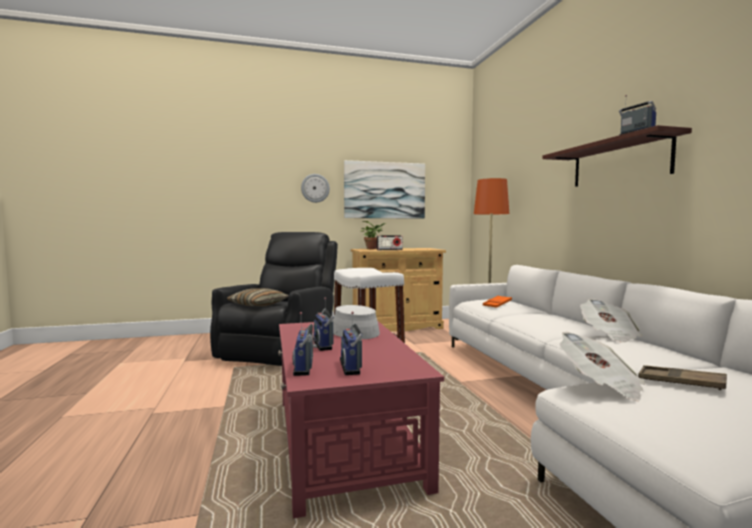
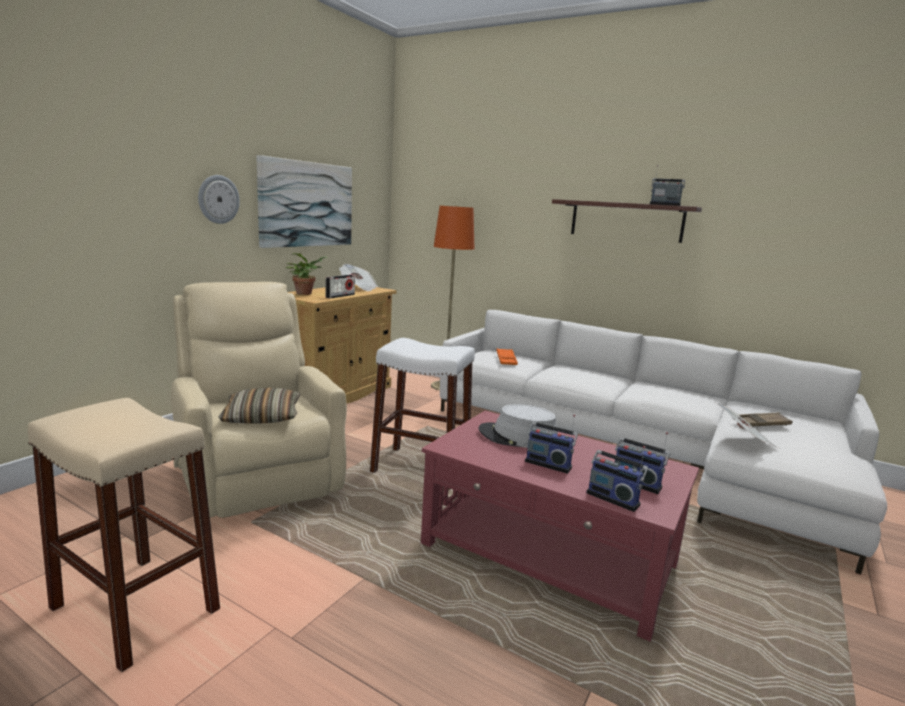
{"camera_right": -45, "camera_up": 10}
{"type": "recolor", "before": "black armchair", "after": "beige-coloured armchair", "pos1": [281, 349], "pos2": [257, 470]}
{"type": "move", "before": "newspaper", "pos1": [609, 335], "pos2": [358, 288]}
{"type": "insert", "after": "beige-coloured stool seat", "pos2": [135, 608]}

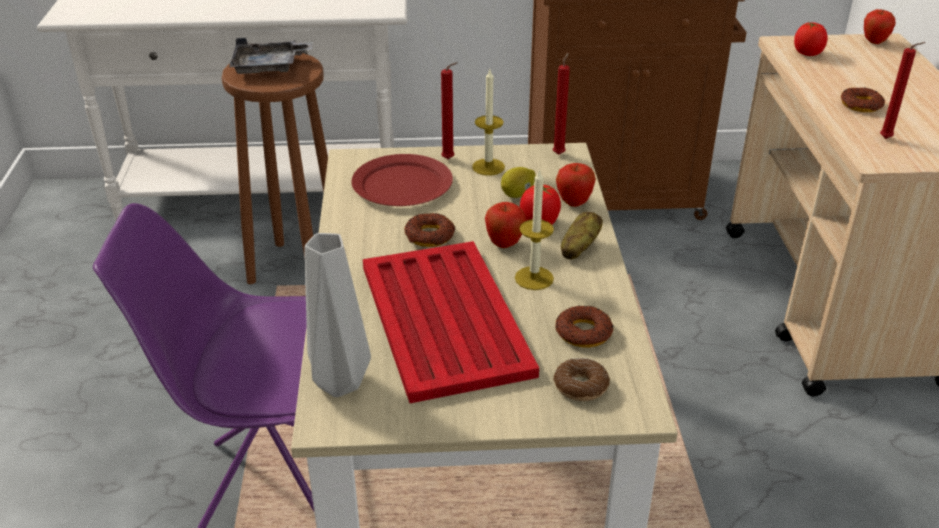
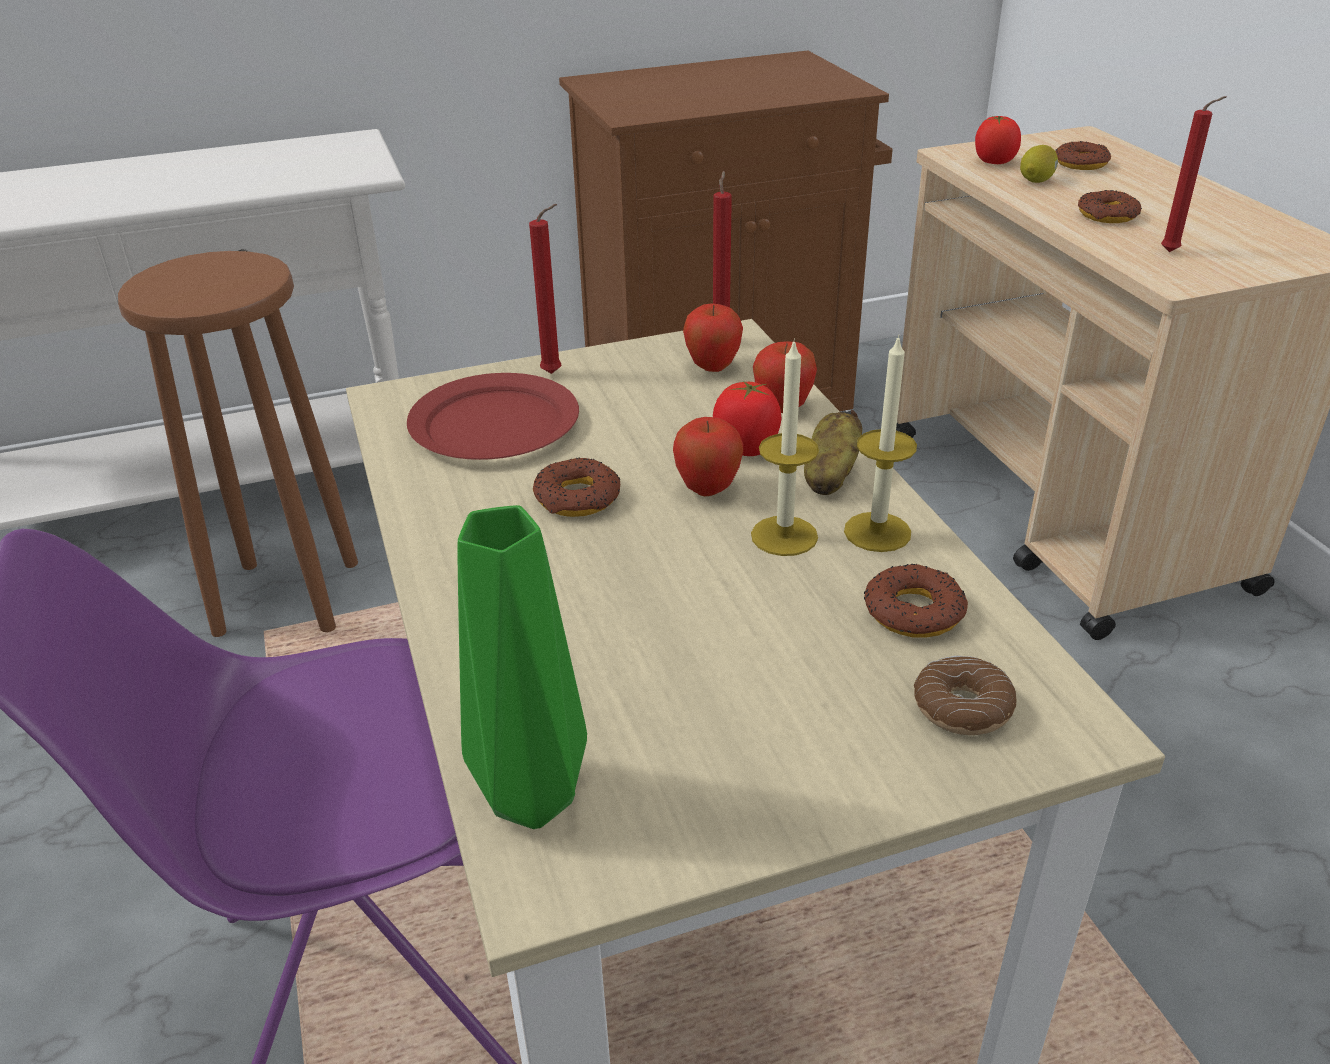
{"camera_right": -15, "camera_up": 0}
{"type": "move", "before": "whole apple", "pos1": [874, 42], "pos2": [712, 368]}
{"type": "delete", "before": "gray serving tray", "pos1": [269, 67]}
{"type": "move", "before": "wax light", "pos1": [488, 167], "pos2": [877, 532]}
{"type": "move", "before": "whole lemon", "pos1": [518, 194], "pos2": [1037, 180]}
{"type": "recolor", "before": "gray decorative vase", "after": "green-coloured decorative vase", "pos1": [341, 385], "pos2": [536, 801]}
{"type": "delete", "before": "red-coloured serving tray", "pos1": [444, 317]}
{"type": "insert", "after": "ring doughnut", "pos2": [1081, 163]}

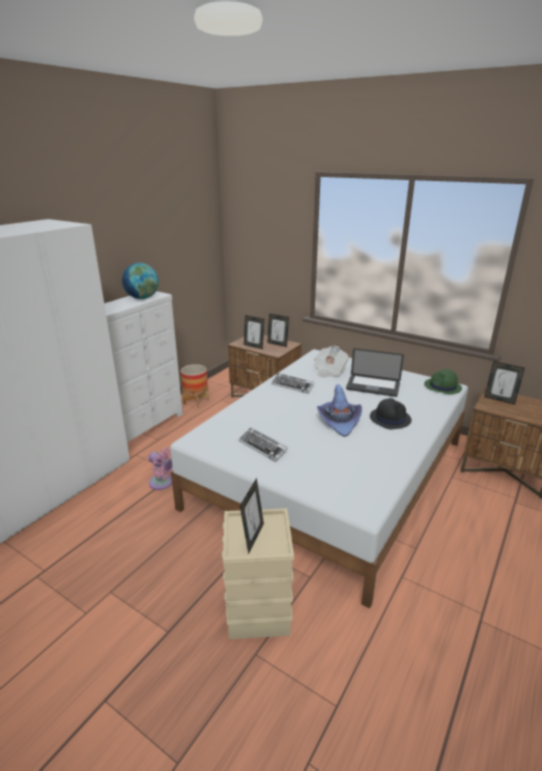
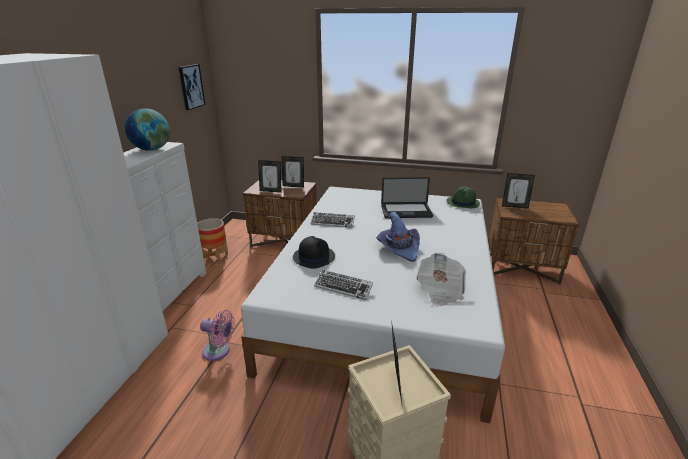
{"camera_right": -20, "camera_up": 0}
{"type": "move", "before": "newspaper", "pos1": [329, 371], "pos2": [440, 291]}
{"type": "move", "before": "black clothing hat", "pos1": [390, 418], "pos2": [314, 257]}
{"type": "insert", "after": "wall art", "pos2": [191, 86]}

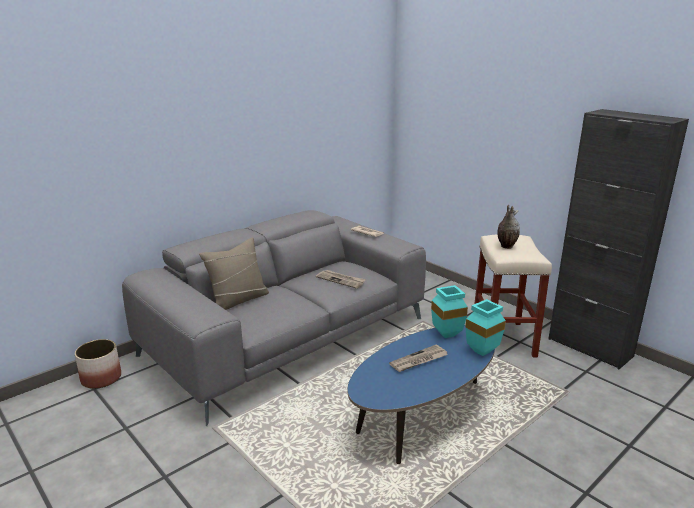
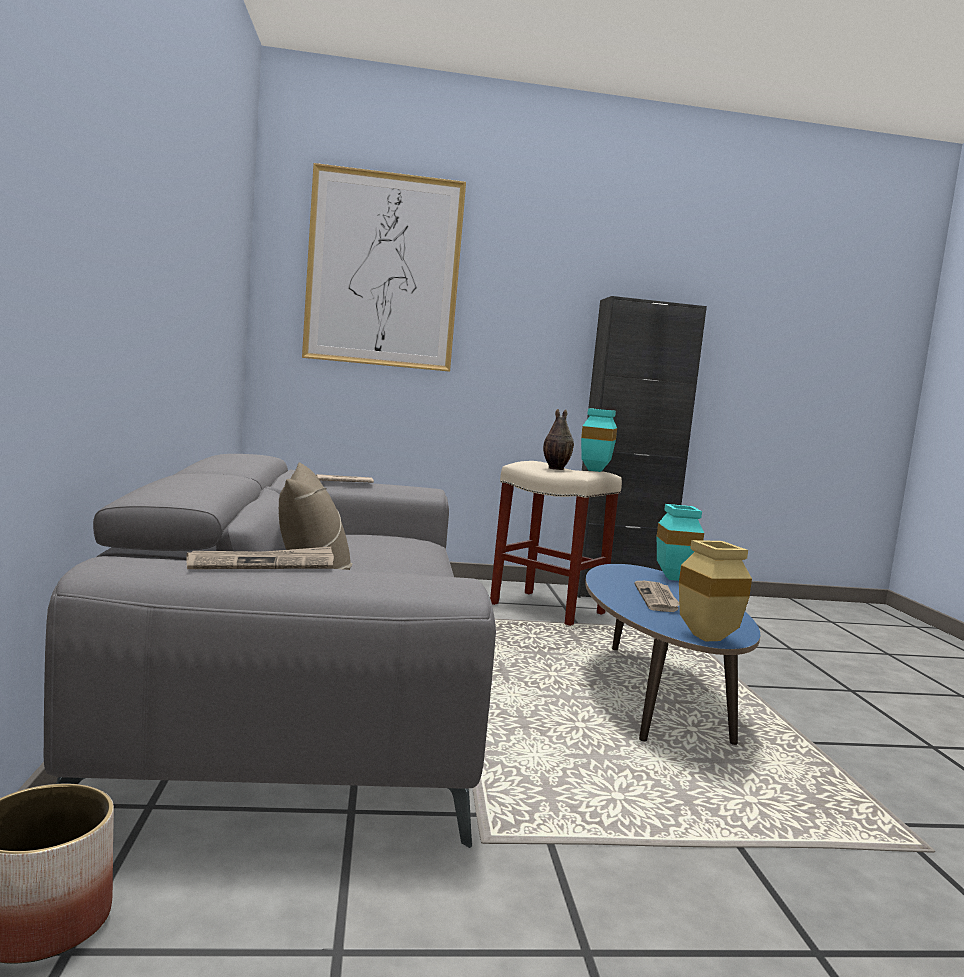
{"camera_right": -55, "camera_up": -15}
{"type": "move", "before": "newspaper", "pos1": [341, 280], "pos2": [262, 564]}
{"type": "move", "before": "turquoise-coloured decorative vase", "pos1": [446, 335], "pos2": [596, 471]}
{"type": "insert", "after": "wall art", "pos2": [383, 270]}
{"type": "insert", "after": "beige-coloured decorative vase", "pos2": [703, 636]}

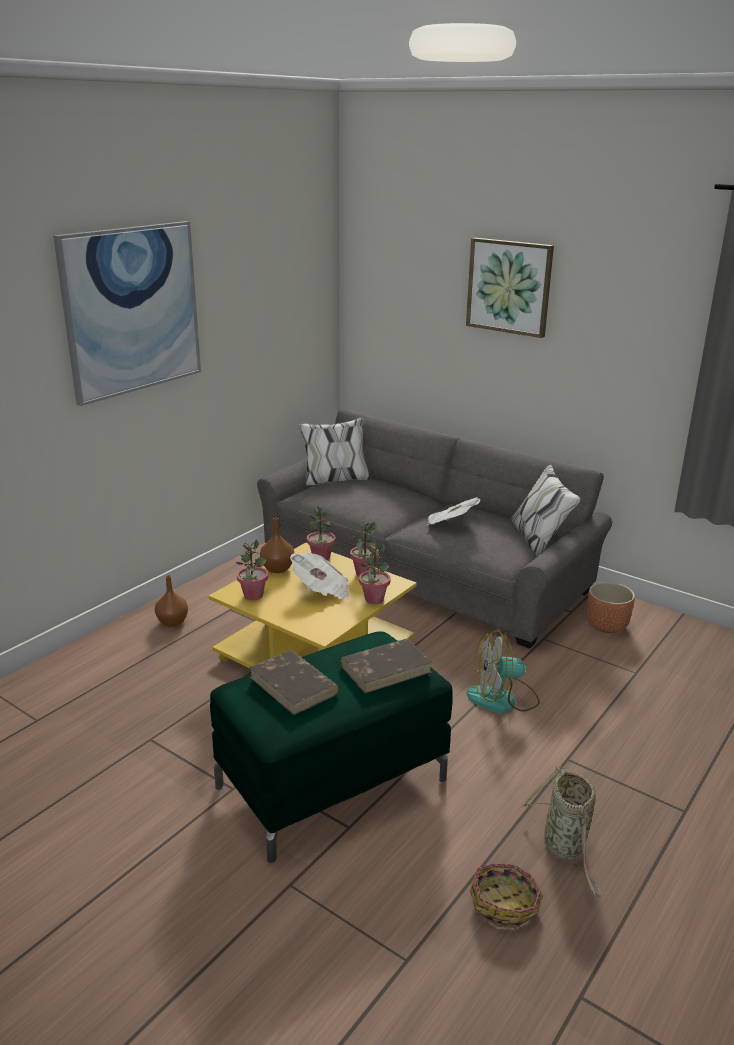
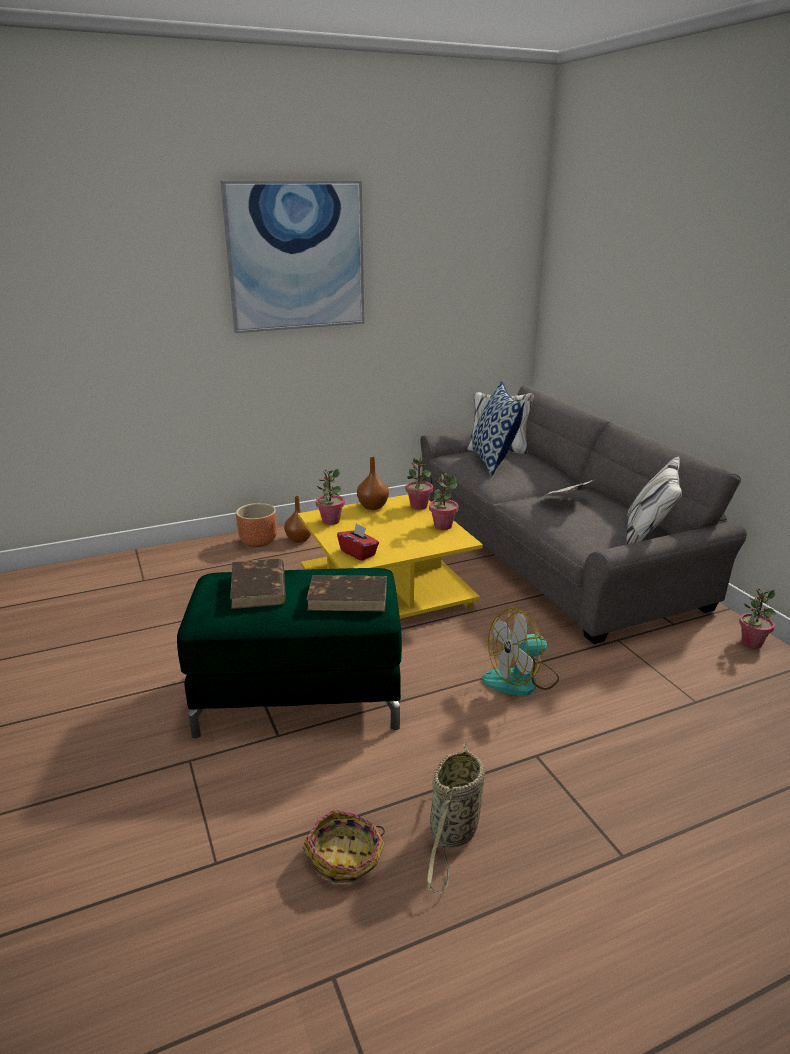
{"camera_right": 30, "camera_up": 0}
{"type": "delete", "before": "wall art", "pos1": [509, 286]}
{"type": "move", "before": "plant in a pot", "pos1": [374, 599], "pos2": [751, 642]}
{"type": "delete", "before": "newspaper", "pos1": [322, 590]}
{"type": "move", "before": "brown flower pot", "pos1": [606, 625], "pos2": [258, 541]}
{"type": "rotate", "before": "electric fan", "pos1": [503, 699], "pos2": [521, 680], "turn": -45}
{"type": "insert", "after": "pillow", "pos2": [494, 462]}
{"type": "insert", "after": "red-coloured tissue holder", "pos2": [358, 553]}

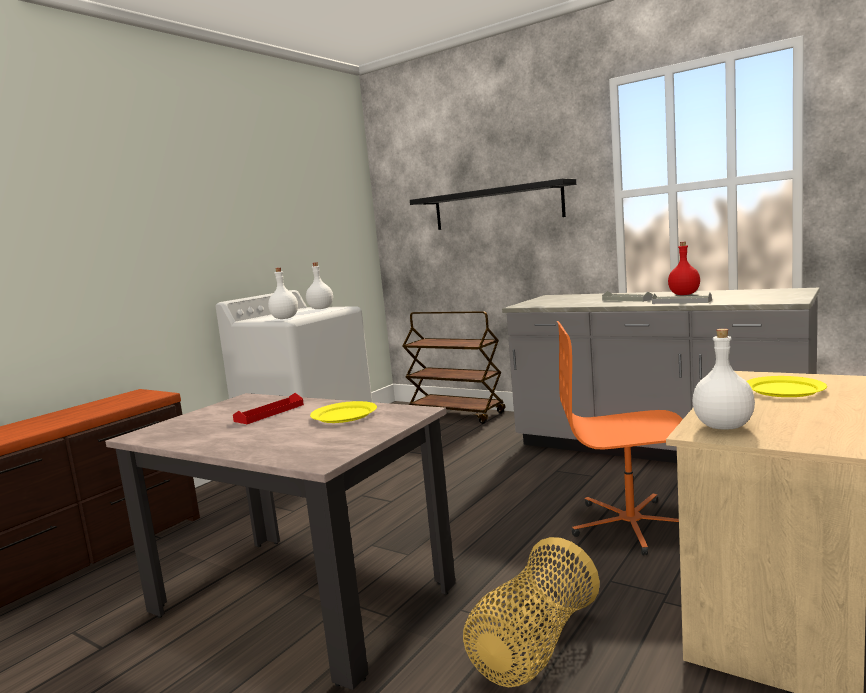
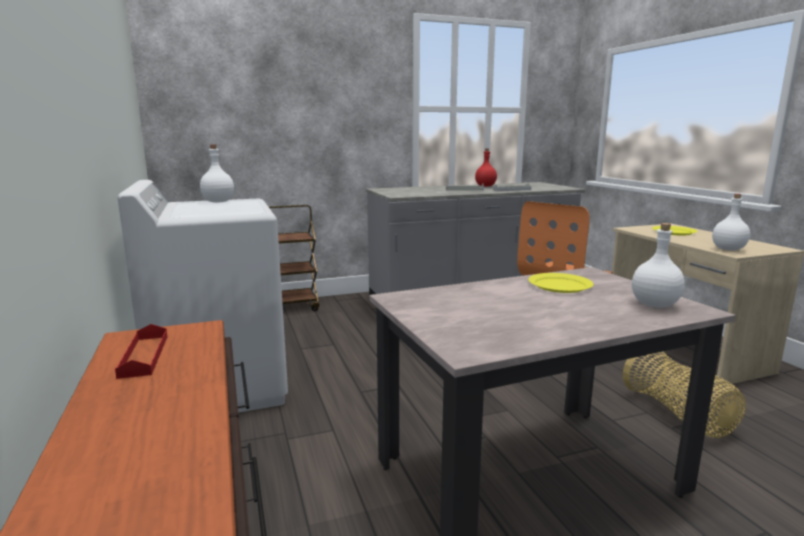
{"camera_right": -55, "camera_up": 5}
{"type": "delete", "before": "black shelf", "pos1": [496, 207]}
{"type": "move", "before": "whitish beverage bottle", "pos1": [284, 318], "pos2": [655, 305]}
{"type": "move", "before": "red-coloured serving tray", "pos1": [269, 413], "pos2": [144, 355]}

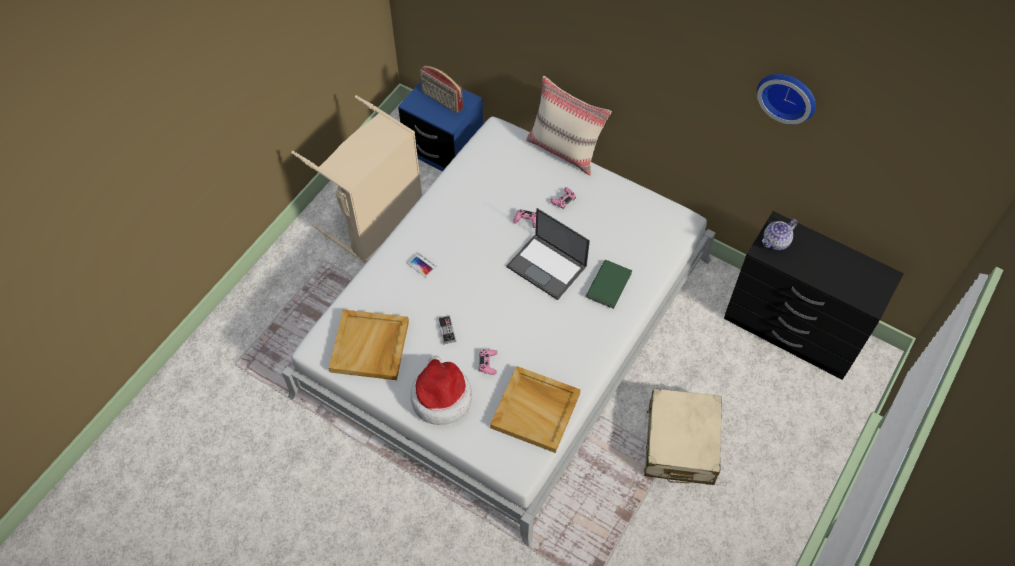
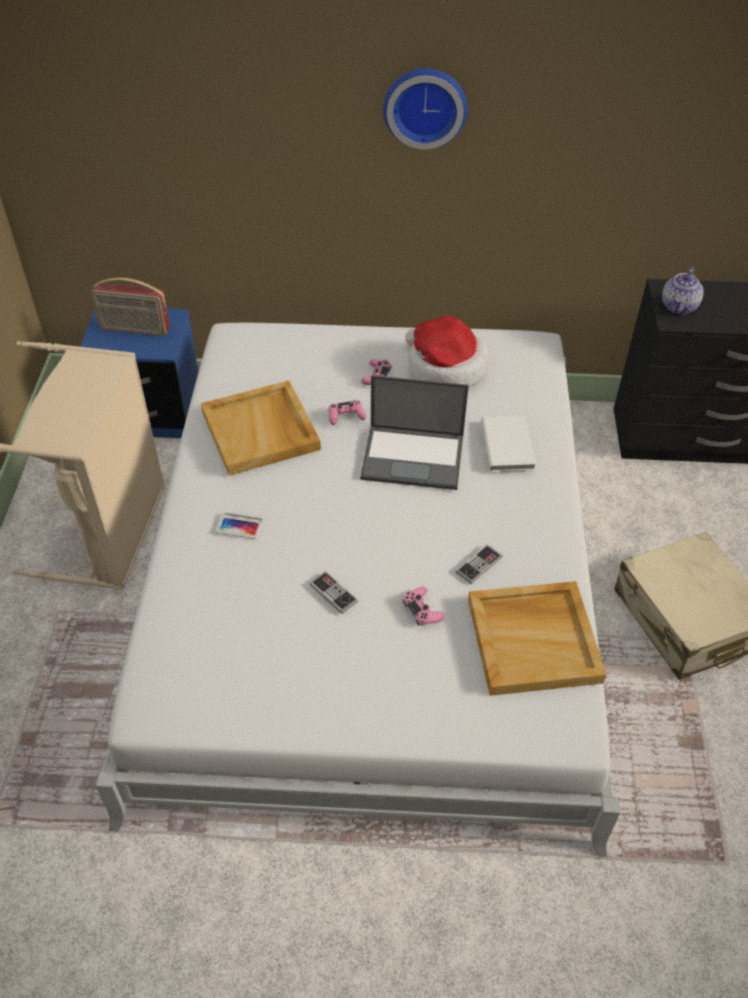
{"camera_right": -30, "camera_up": -10}
{"type": "move", "before": "hanging clock", "pos1": [788, 95], "pos2": [425, 106]}
{"type": "delete", "before": "beige-coloured pillow", "pos1": [565, 150]}
{"type": "recolor", "before": "green-coloured book", "after": "whitish book", "pos1": [610, 285], "pos2": [509, 444]}
{"type": "move", "before": "beige-coloured serving tray", "pos1": [370, 347], "pos2": [261, 431]}
{"type": "move", "before": "clothing hat", "pos1": [441, 397], "pos2": [444, 367]}
{"type": "insert", "after": "joypad", "pos2": [478, 565]}

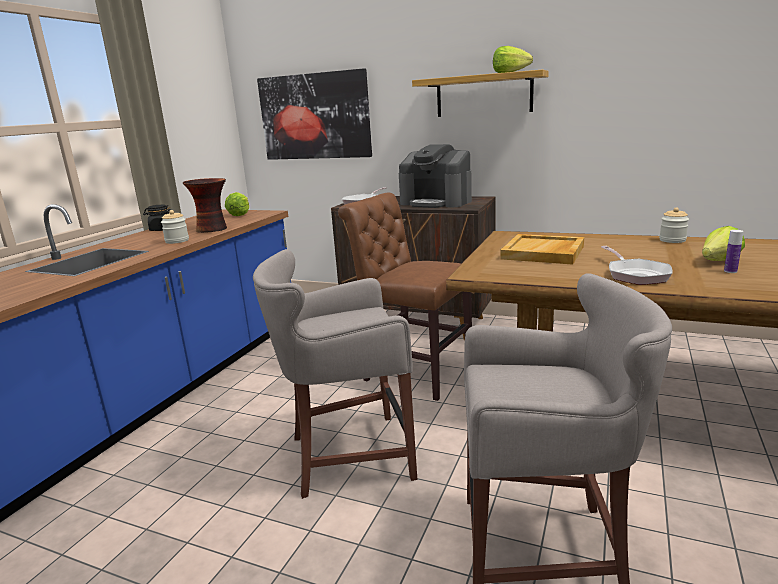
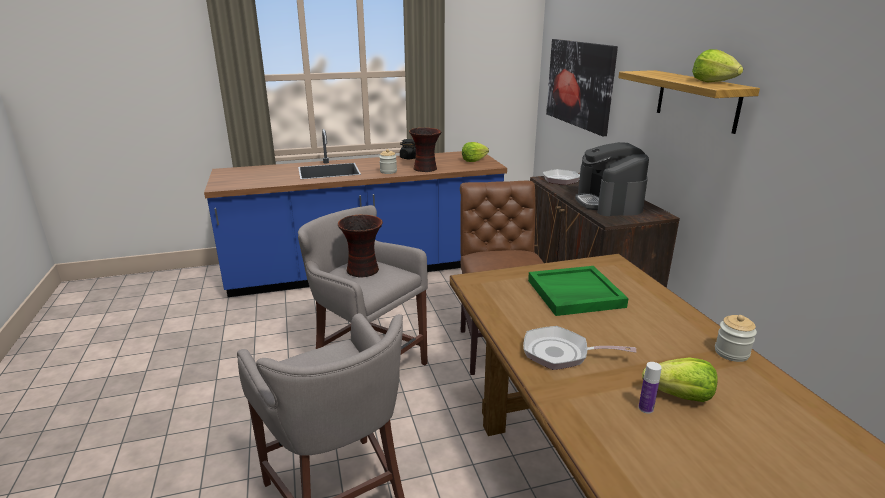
{"camera_right": 50, "camera_up": 5}
{"type": "recolor", "before": "beige-coloured serving tray", "after": "green-coloured serving tray", "pos1": [543, 252], "pos2": [574, 294]}
{"type": "rotate", "before": "frying pan", "pos1": [635, 274], "pos2": [561, 353], "turn": 60}
{"type": "insert", "after": "decorative vase", "pos2": [363, 270]}

